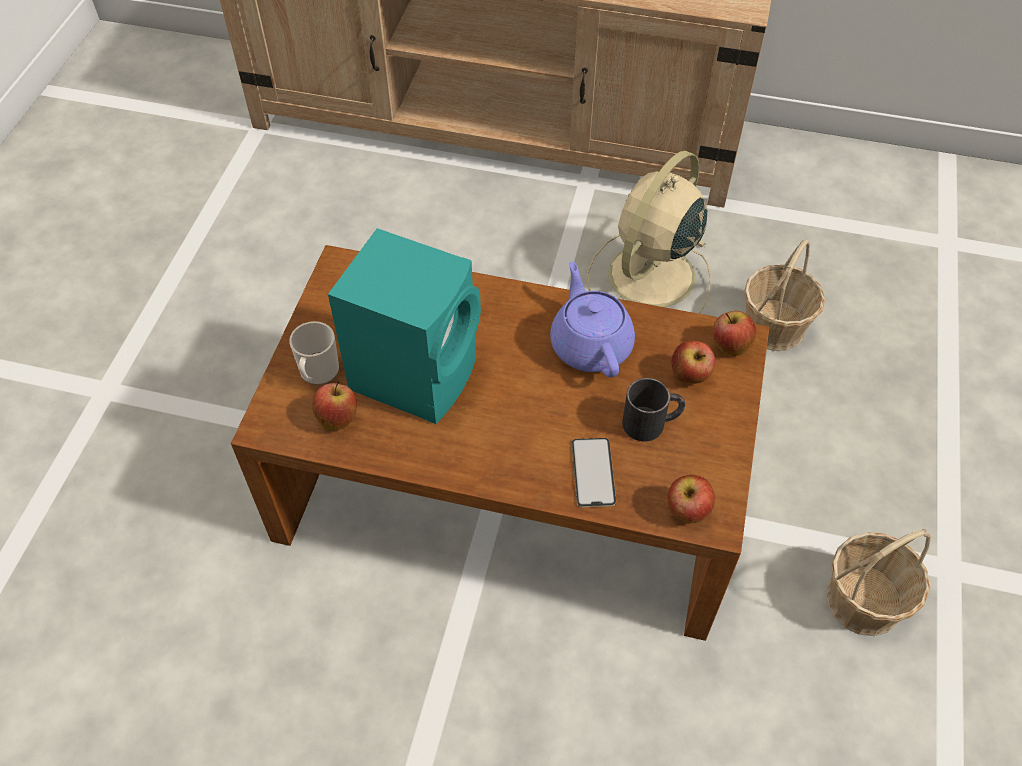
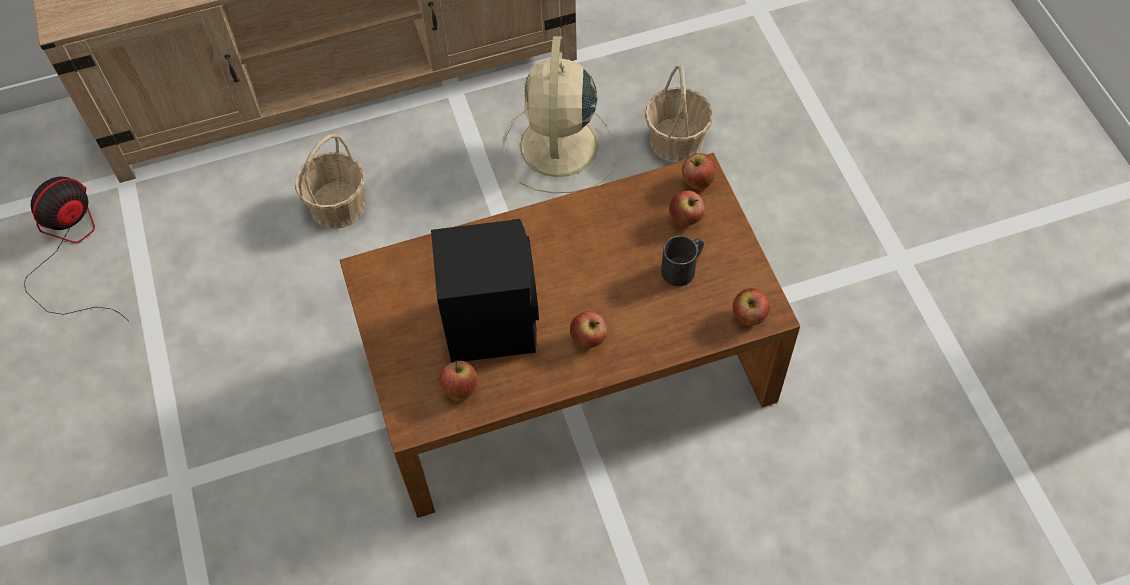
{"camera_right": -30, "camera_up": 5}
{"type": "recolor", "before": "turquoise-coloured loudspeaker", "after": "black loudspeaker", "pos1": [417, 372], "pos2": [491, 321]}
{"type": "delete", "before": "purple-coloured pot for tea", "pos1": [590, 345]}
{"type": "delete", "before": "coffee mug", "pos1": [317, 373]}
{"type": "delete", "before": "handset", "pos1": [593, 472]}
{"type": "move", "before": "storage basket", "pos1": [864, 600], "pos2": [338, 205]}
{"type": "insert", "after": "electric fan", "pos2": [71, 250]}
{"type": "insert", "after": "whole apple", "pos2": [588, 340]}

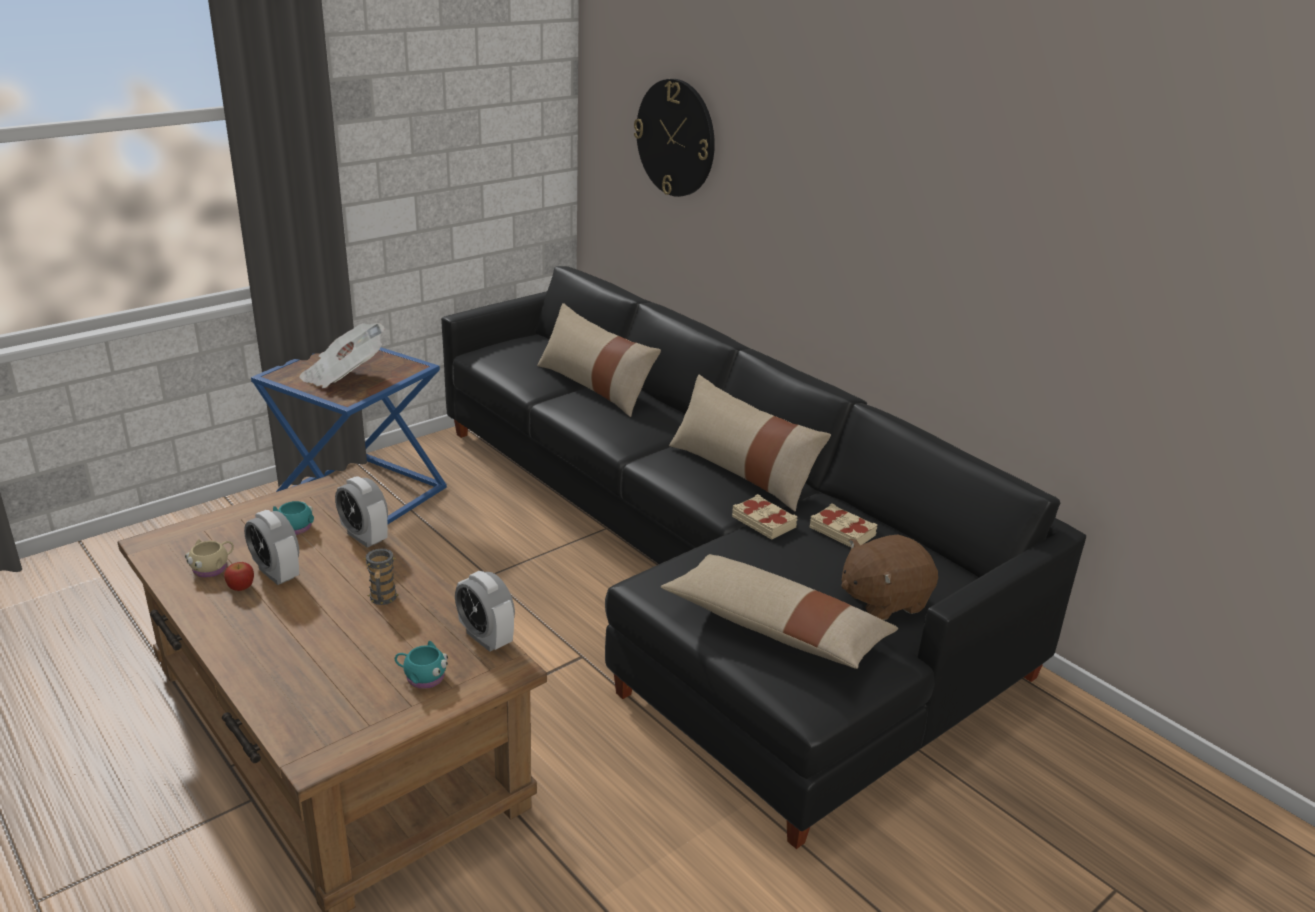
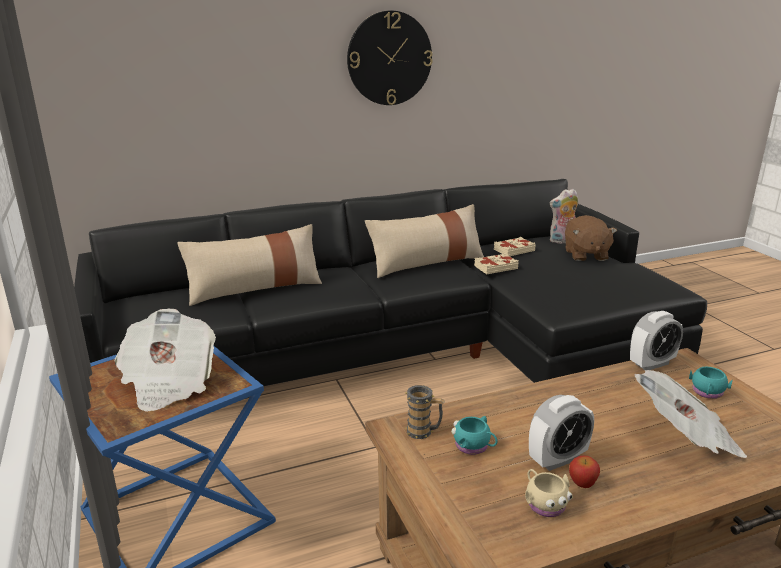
{"camera_right": -70, "camera_up": -5}
{"type": "move", "before": "hanging clock", "pos1": [676, 138], "pos2": [389, 58]}
{"type": "delete", "before": "table clock", "pos1": [364, 537]}
{"type": "move", "before": "coffee mug", "pos1": [382, 600], "pos2": [423, 432]}
{"type": "delete", "before": "beige-coloured pillow", "pos1": [775, 628]}
{"type": "insert", "after": "soft toy", "pos2": [562, 242]}
{"type": "insert", "after": "newspaper", "pos2": [685, 438]}

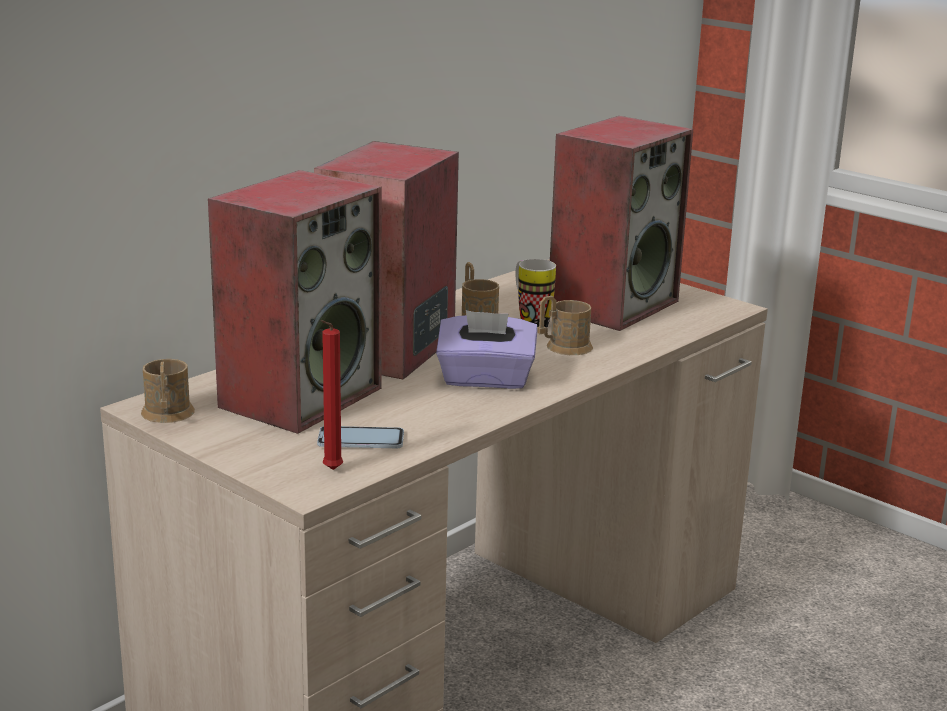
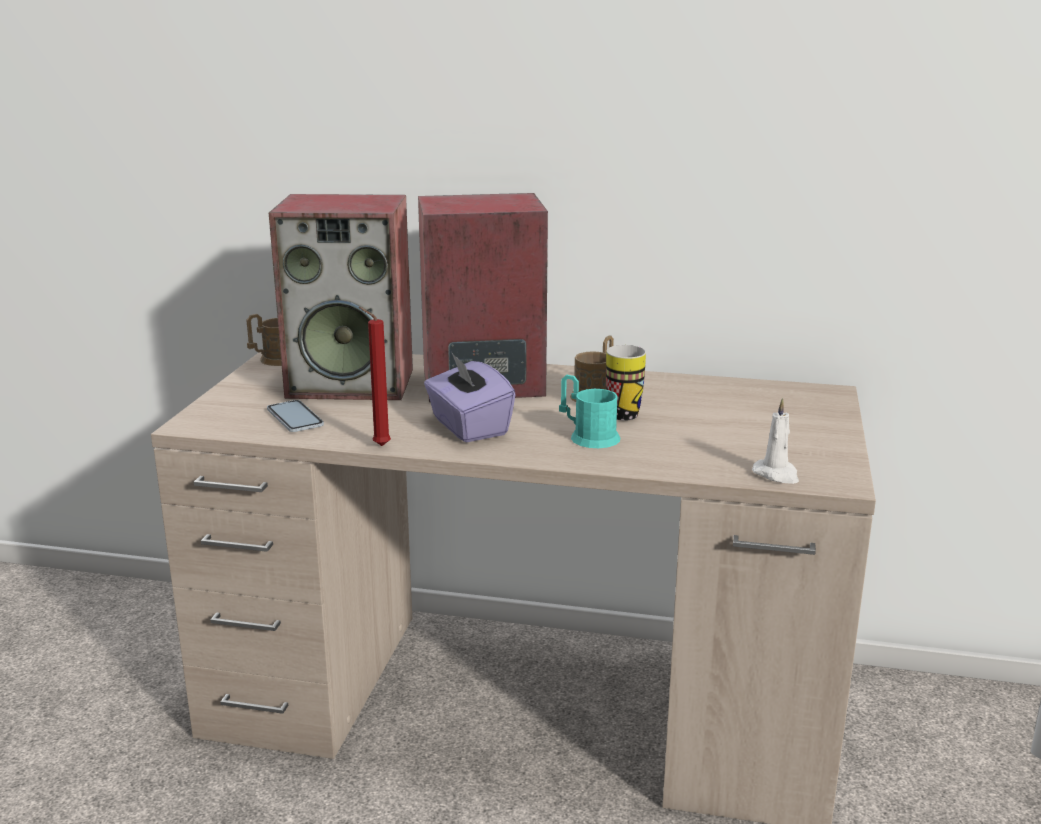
{"camera_right": 60, "camera_up": 0}
{"type": "delete", "before": "loudspeaker", "pos1": [613, 305]}
{"type": "recolor", "before": "brown coffee mug", "after": "turquoise-coloured coffee mug", "pos1": [563, 347], "pos2": [588, 436]}
{"type": "move", "before": "red-coloured wax light", "pos1": [330, 471], "pos2": [378, 446]}
{"type": "insert", "after": "whitish wax light", "pos2": [777, 474]}

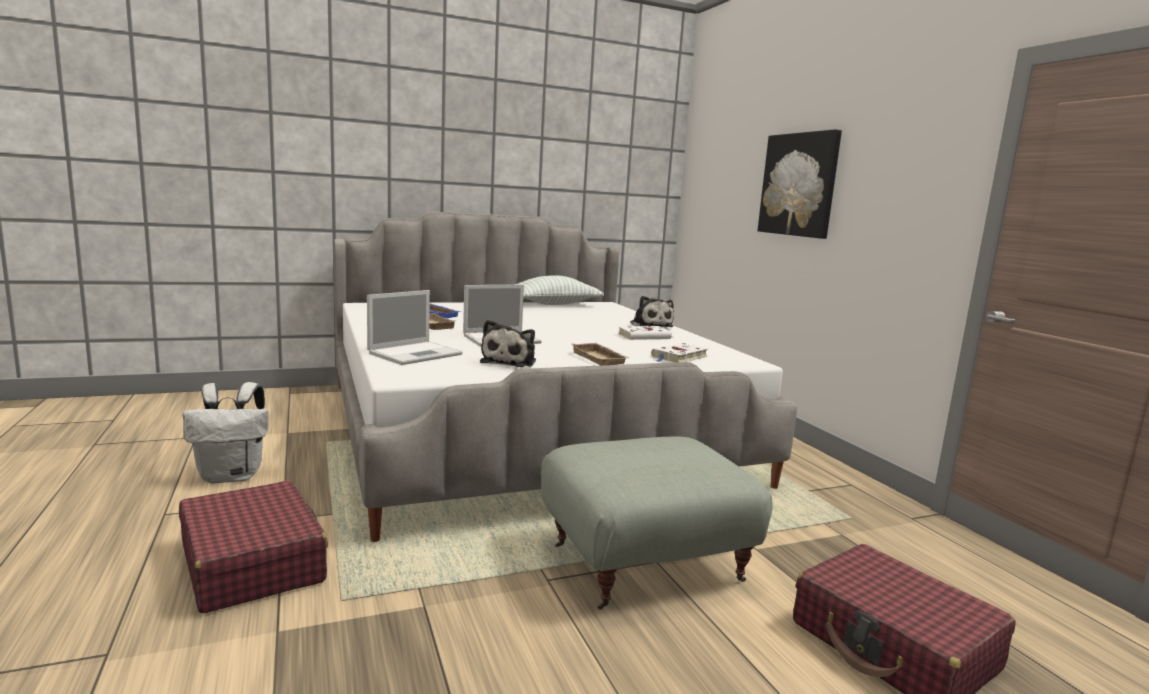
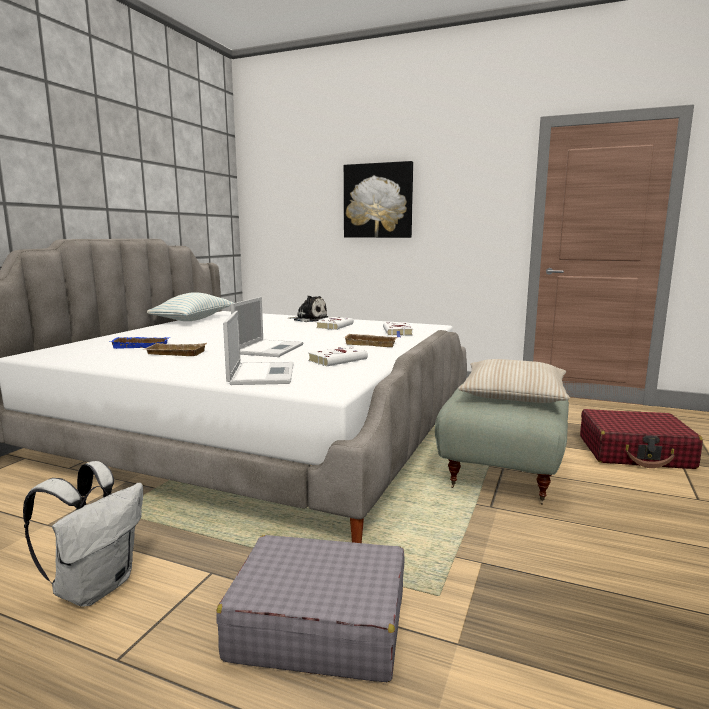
{"camera_right": -45, "camera_up": 0}
{"type": "replace", "before": "soft toy", "after": "whitish book", "pos1": [510, 361], "pos2": [339, 360]}
{"type": "recolor", "before": "red-coloured suitcase", "after": "gray suitcase", "pos1": [253, 563], "pos2": [318, 625]}
{"type": "insert", "after": "beige-coloured pillow", "pos2": [513, 394]}

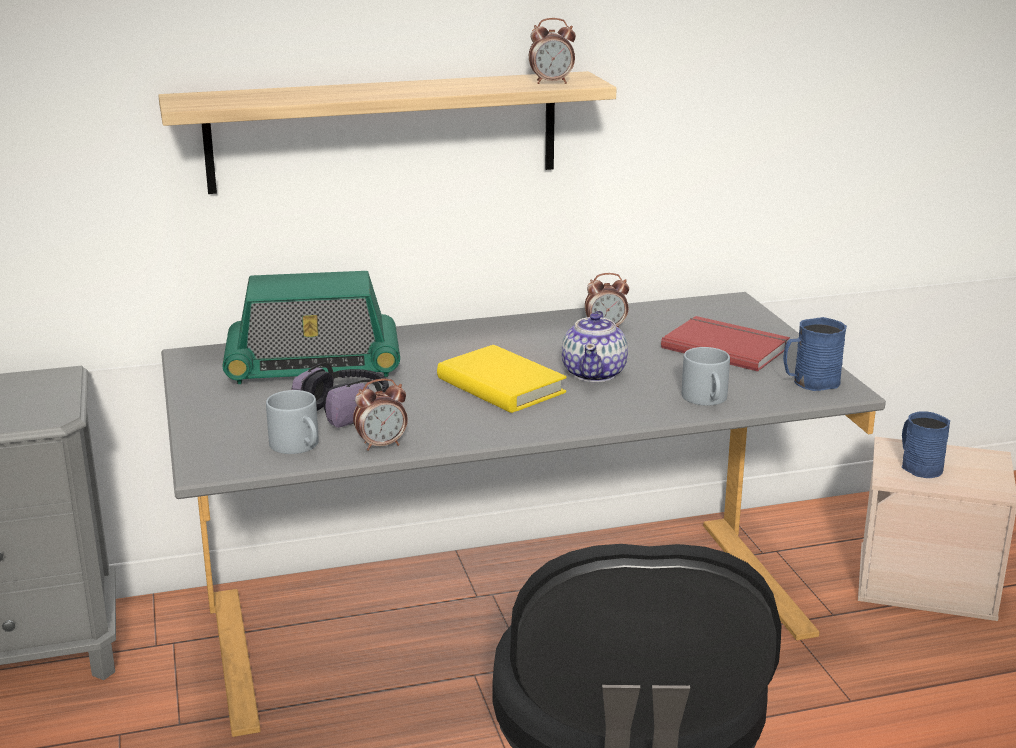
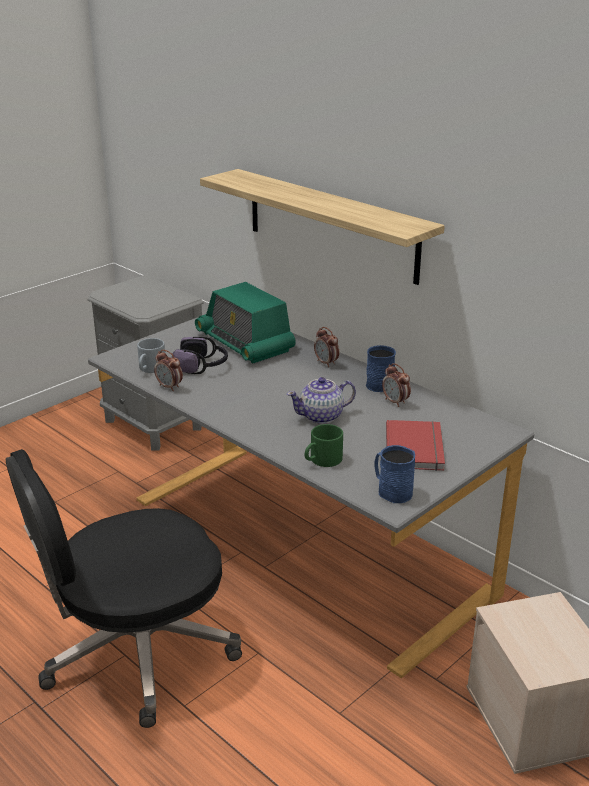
{"camera_right": 60, "camera_up": 5}
{"type": "move", "before": "table clock", "pos1": [551, 82], "pos2": [326, 363]}
{"type": "delete", "before": "yellow-coloured book", "pos1": [500, 386]}
{"type": "recolor", "before": "gray coffee mug", "after": "green-coloured coffee mug", "pos1": [707, 399], "pos2": [322, 461]}
{"type": "move", "before": "bluish coffee mug", "pos1": [918, 466], "pos2": [382, 384]}

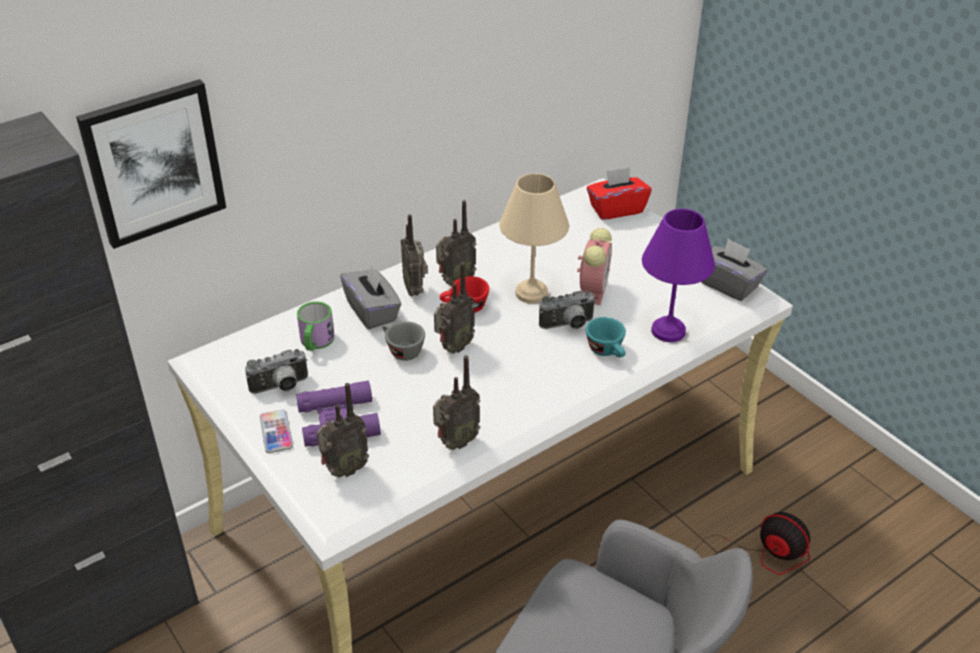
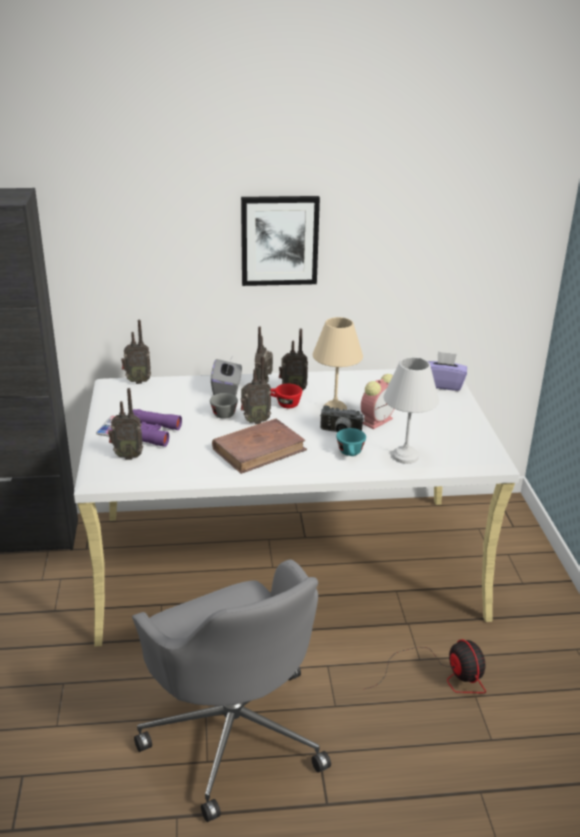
{"camera_right": 30, "camera_up": -10}
{"type": "move", "before": "wall art", "pos1": [153, 162], "pos2": [279, 240]}
{"type": "recolor", "before": "red-coloured tissue holder", "after": "purple-coloured tissue holder", "pos1": [616, 209], "pos2": [443, 384]}
{"type": "recolor", "before": "purple-coloured lamp for a table", "after": "whitish lamp for a table", "pos1": [669, 332], "pos2": [405, 457]}
{"type": "delete", "before": "gray tissue holder", "pos1": [728, 285]}
{"type": "delete", "before": "coffee mug", "pos1": [315, 342]}
{"type": "delete", "before": "still camera", "pos1": [281, 387]}
{"type": "move", "before": "radio set", "pos1": [455, 442], "pos2": [137, 381]}
{"type": "insert", "after": "brown book", "pos2": [259, 449]}

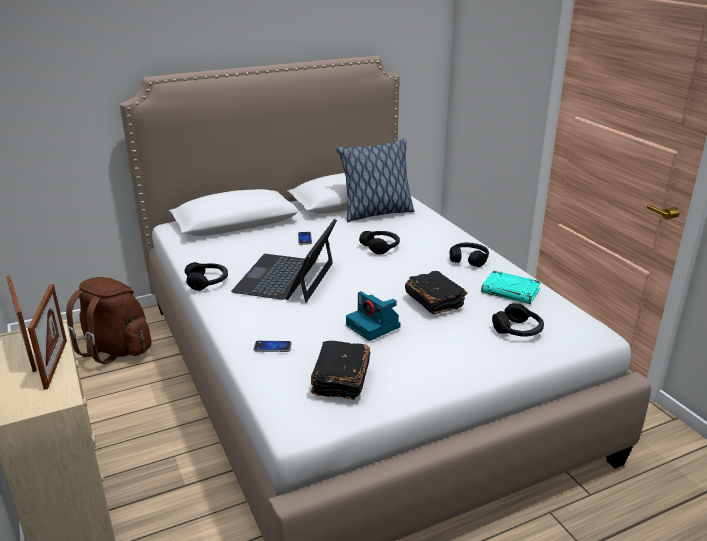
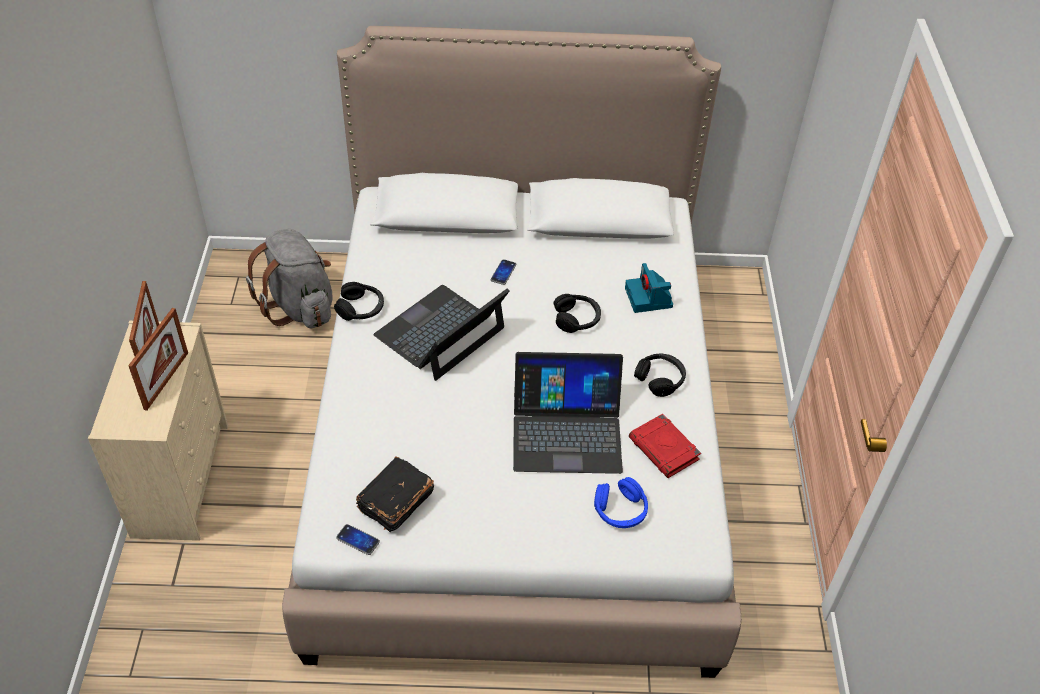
{"camera_right": 25, "camera_up": 20}
{"type": "delete", "before": "pillow", "pos1": [376, 213]}
{"type": "recolor", "before": "turquoise-coloured book", "after": "red-coloured book", "pos1": [511, 291], "pos2": [664, 449]}
{"type": "replace", "before": "black book", "after": "portable computer", "pos1": [434, 301], "pos2": [566, 431]}
{"type": "recolor", "before": "brown rucksack", "after": "gray rucksack", "pos1": [116, 349], "pos2": [299, 307]}
{"type": "move", "before": "still camera", "pos1": [374, 326], "pos2": [649, 298]}
{"type": "recolor", "before": "black headphones", "after": "bluish headphones", "pos1": [518, 330], "pos2": [620, 510]}
{"type": "move", "before": "handset", "pos1": [272, 347], "pos2": [358, 540]}

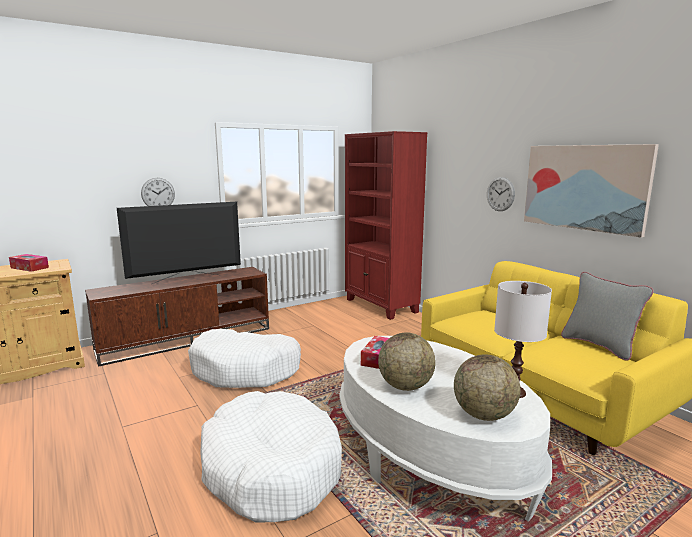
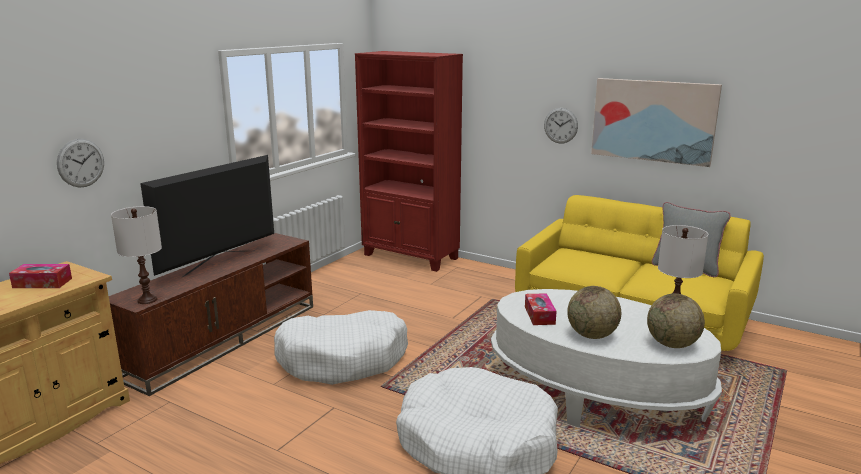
{"camera_right": -25, "camera_up": 5}
{"type": "move", "before": "hanging clock", "pos1": [158, 193], "pos2": [81, 163]}
{"type": "insert", "after": "whitish lamp for a table", "pos2": [147, 300]}

